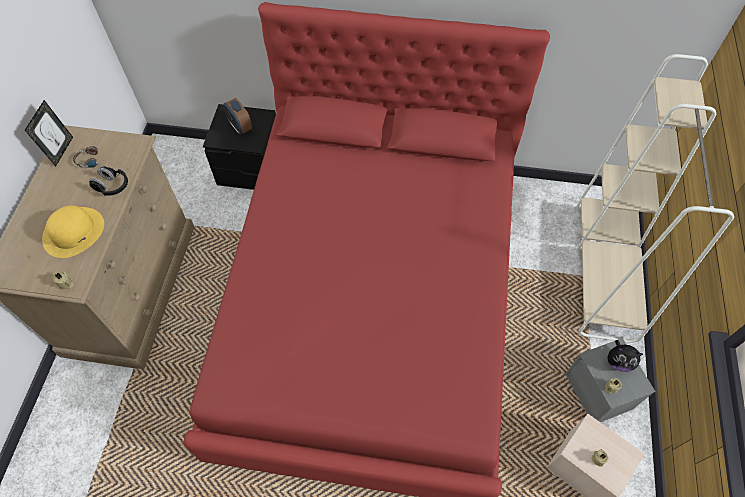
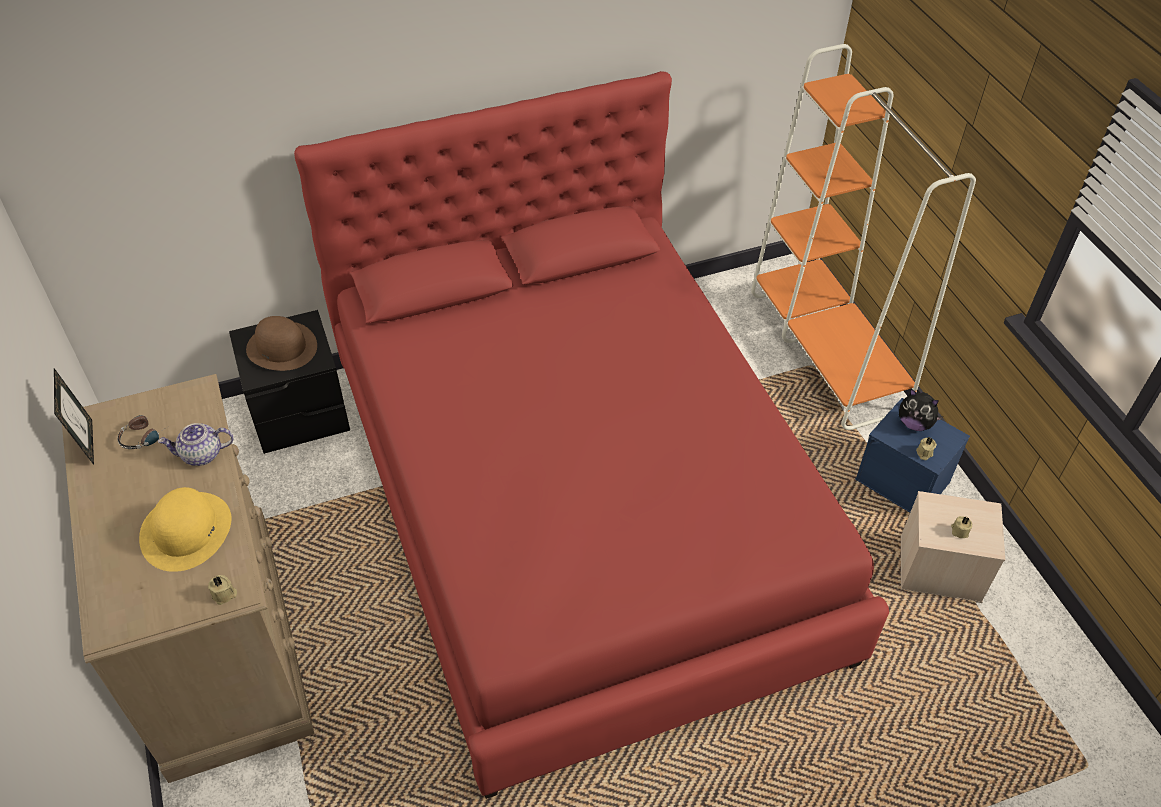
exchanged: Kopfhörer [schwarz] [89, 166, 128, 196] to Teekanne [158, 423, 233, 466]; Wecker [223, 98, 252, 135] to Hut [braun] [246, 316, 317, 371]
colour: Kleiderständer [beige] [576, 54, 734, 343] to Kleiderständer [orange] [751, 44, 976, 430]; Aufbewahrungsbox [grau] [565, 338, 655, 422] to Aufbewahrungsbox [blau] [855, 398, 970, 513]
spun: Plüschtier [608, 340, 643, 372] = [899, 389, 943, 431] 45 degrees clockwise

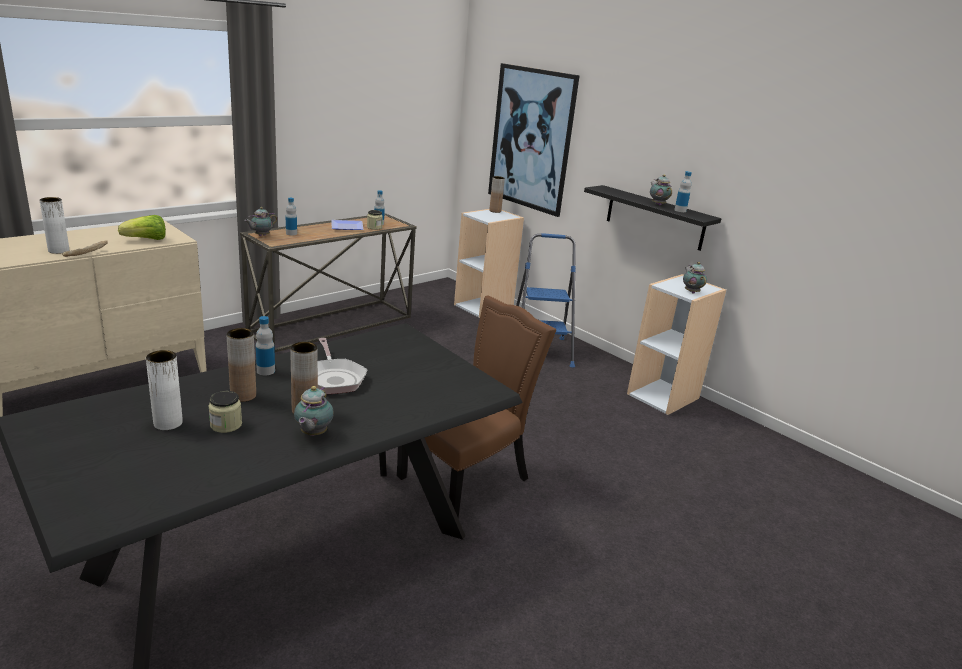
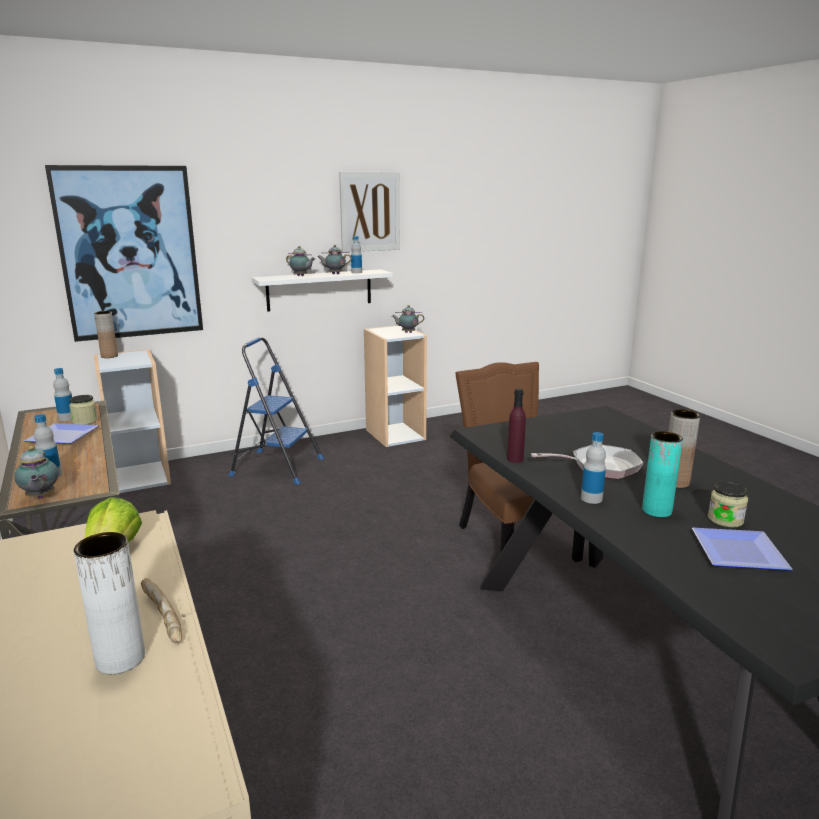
appeared: Bild [339, 172, 400, 252]; Flasche [lila] [507, 388, 526, 463]
relocated: Teekanne [294, 386, 334, 436] to [286, 246, 315, 276]
exchanged: Vase [weiß] [146, 350, 183, 430] to Teller [692, 528, 793, 571]
colour: Wandregal [schwarz] [584, 185, 721, 251] to Wandregal [weiß] [252, 269, 393, 312]; Vase [braun] [226, 328, 256, 402] to Vase [türkis] [642, 431, 683, 517]

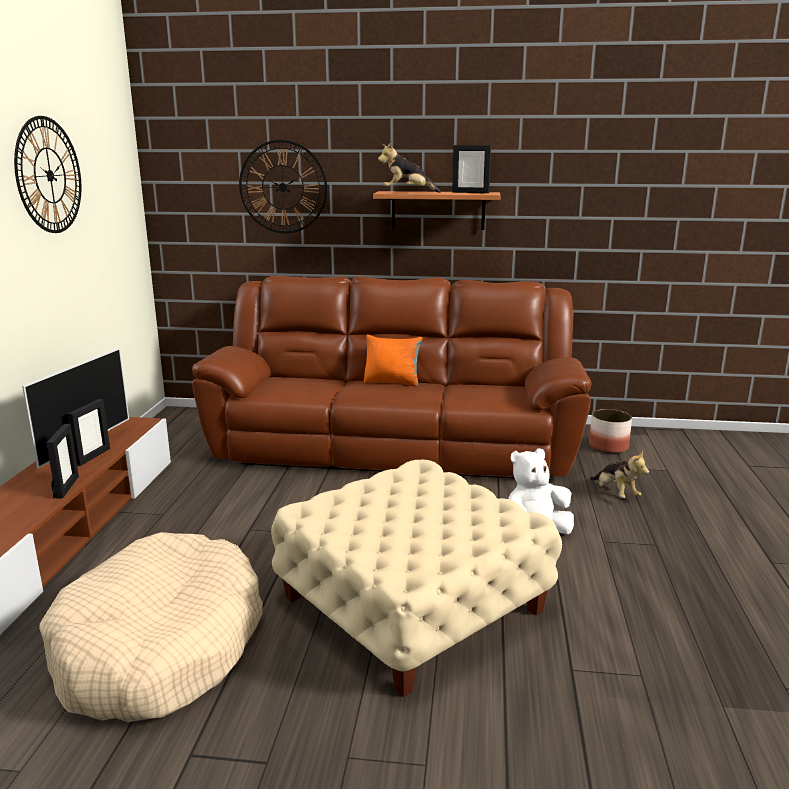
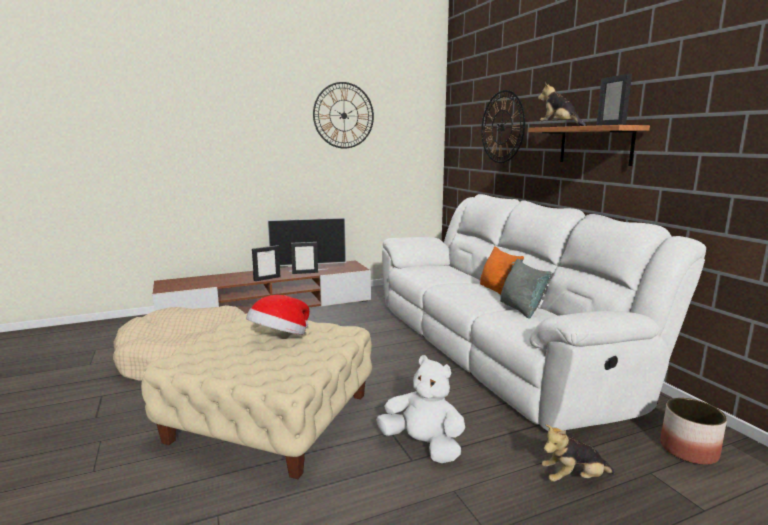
appeared: Hut [246, 295, 309, 335]; Kissen [grau] [500, 258, 551, 319]
colour: Sofa [braun] [192, 276, 592, 478] to Sofa [weiß] [382, 194, 706, 431]
spun: Plüschtier [590, 451, 649, 498] = [542, 424, 615, 482] 45 degrees clockwise

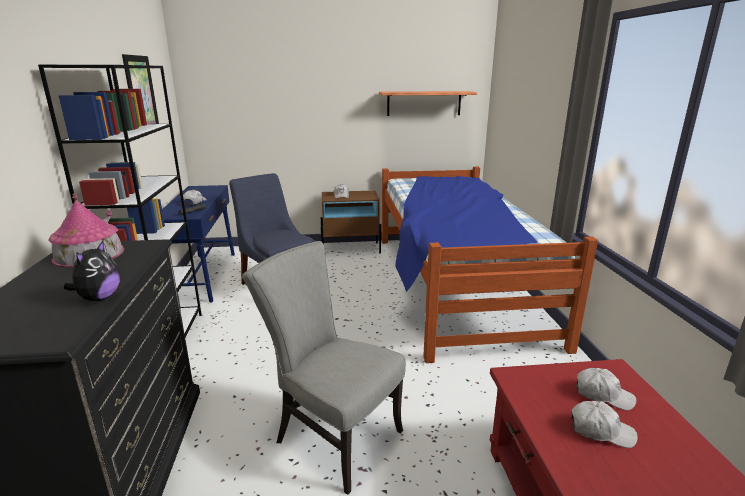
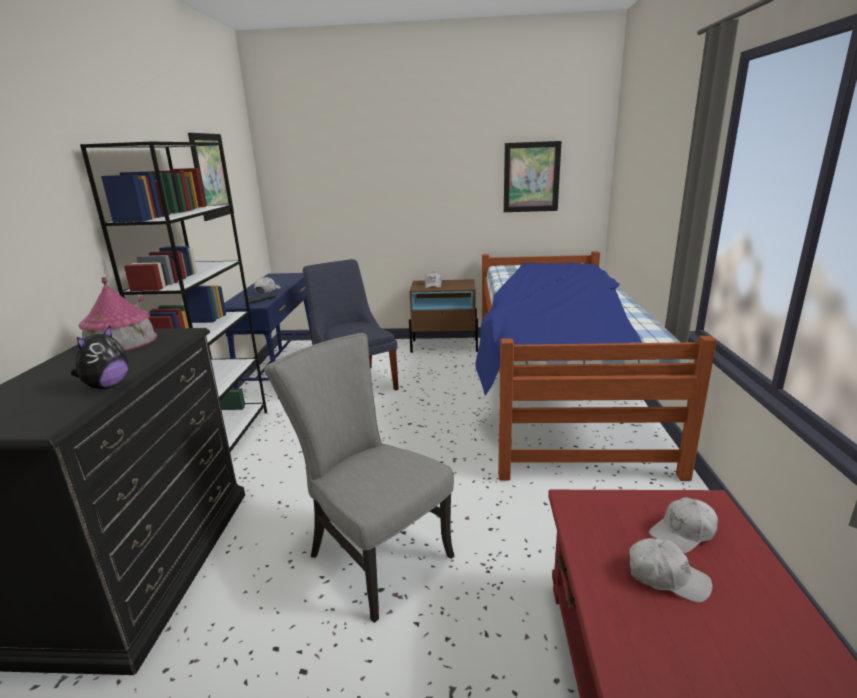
exchanged: Wandregal [379, 91, 477, 116] to Bild [504, 141, 561, 212]
spun: Kappe [weiß] [576, 368, 637, 410] = [649, 497, 718, 554] 120 degrees clockwise

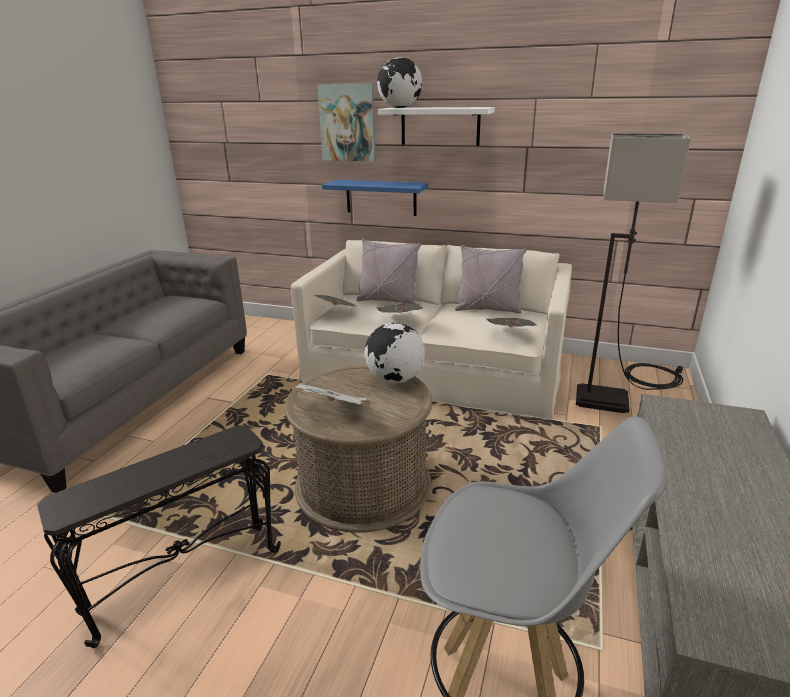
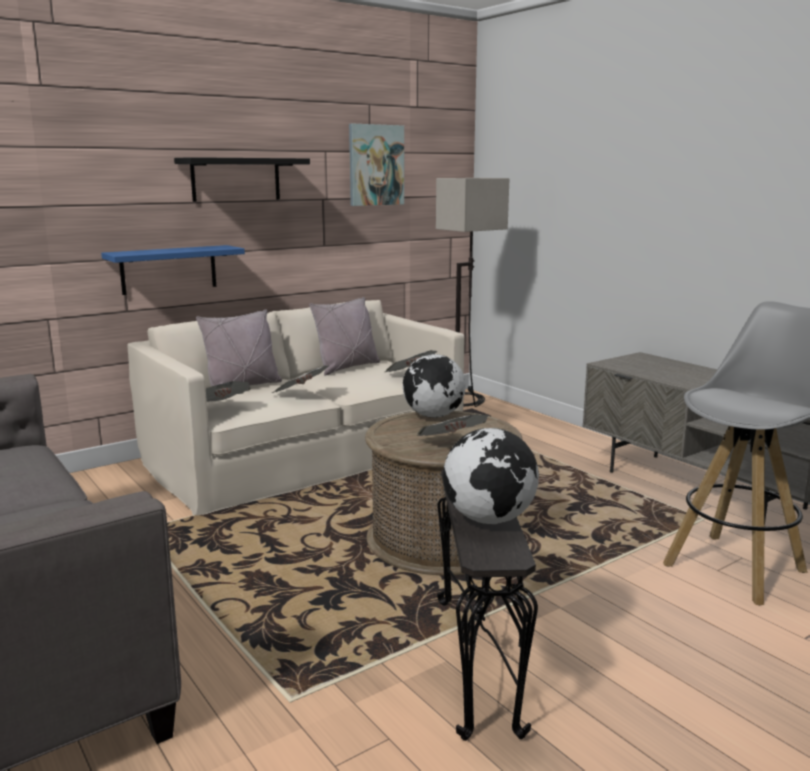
relocated: Bild [317, 84, 376, 162] to [349, 123, 404, 206]; Globus [377, 57, 422, 108] to [443, 428, 539, 524]
colour: Wandregal [weiß] [378, 107, 495, 146] to Wandregal [schwarz] [174, 157, 310, 202]

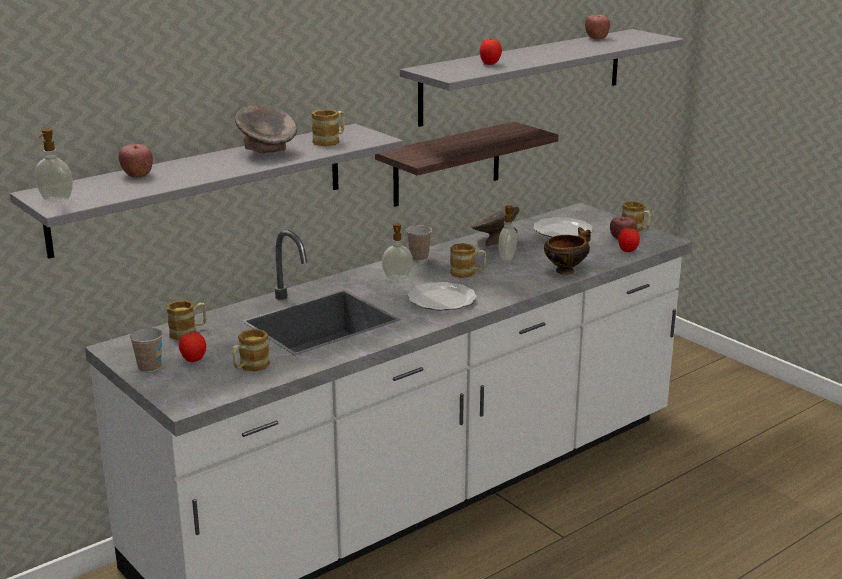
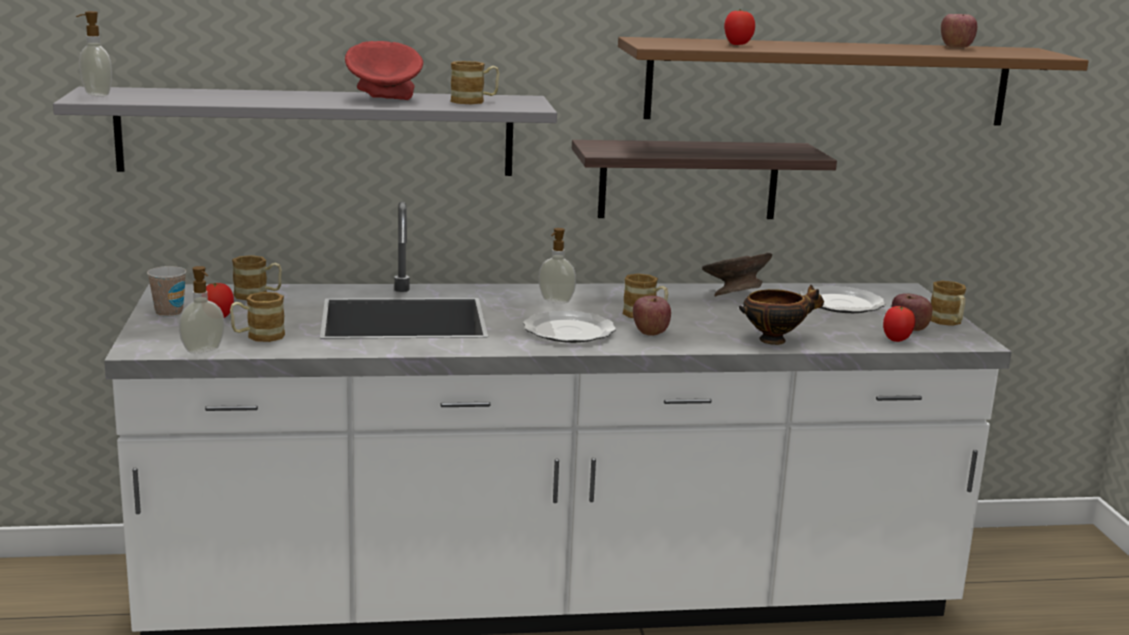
missing: Tasse [406, 225, 432, 261]
relocated: Seifenspender [499, 205, 519, 261] to [179, 266, 225, 354]; Apfel [118, 144, 153, 178] to [633, 296, 671, 336]
colour: Schüssel [grau] [235, 105, 297, 154] to Schüssel [rot] [345, 41, 423, 100]; Wandregal [grau] [400, 29, 684, 127] to Wandregal [braun] [618, 37, 1089, 125]

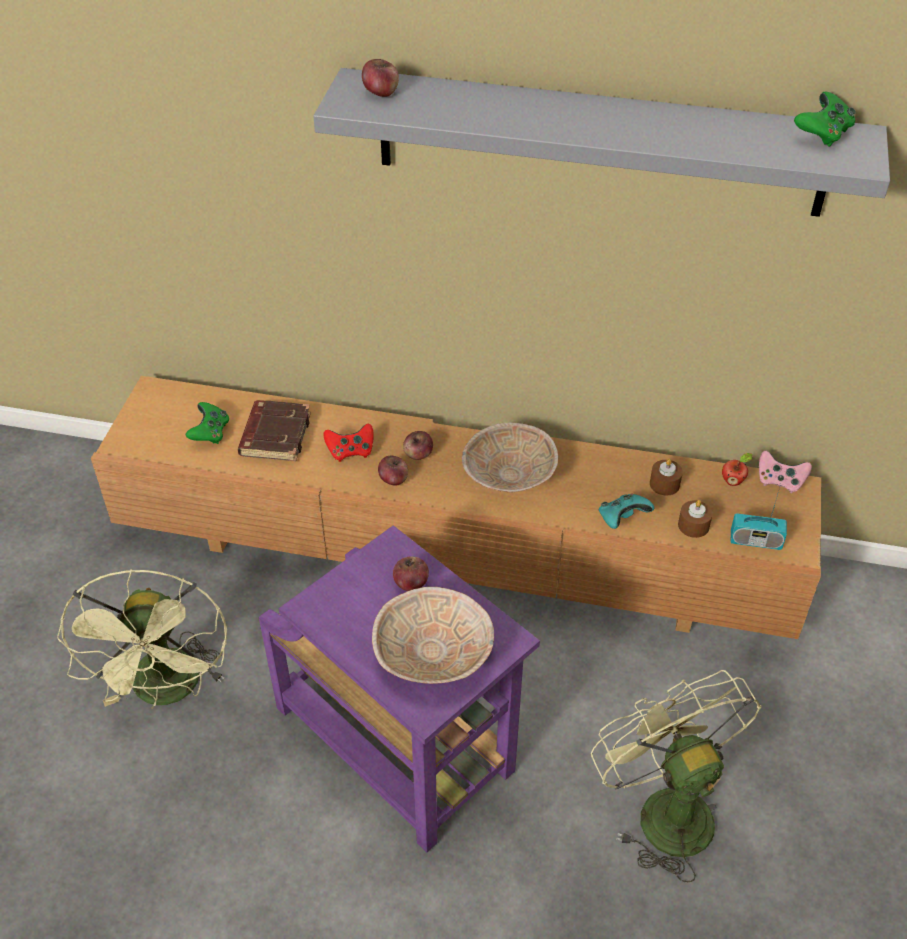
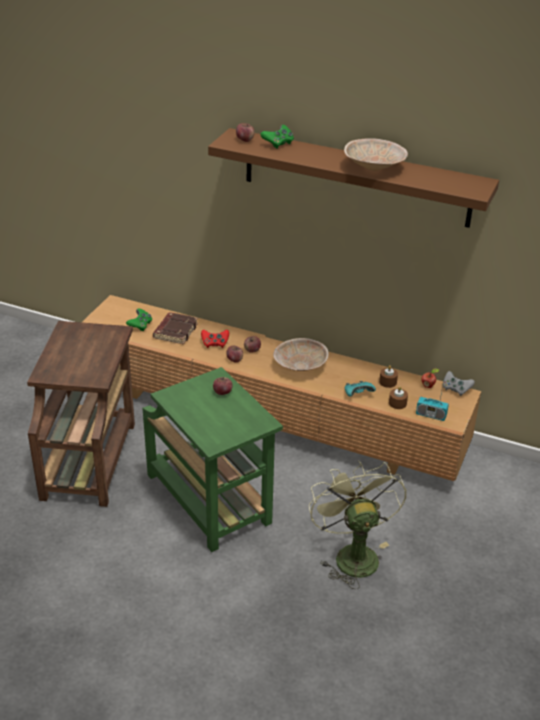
relocated: Gamepad [grün] [794, 92, 856, 147] to [260, 125, 294, 149]; Schüssel [beige] [372, 587, 494, 684] to [344, 138, 408, 171]
exchanged: Ventilator [grün] [57, 569, 227, 709] to Beistelltisch [braun] [27, 321, 135, 507]
colour: Beistelltisch [lila] [259, 525, 540, 852] to Beistelltisch [grün] [143, 367, 283, 552]; Wandregal [grau] [313, 68, 890, 217] to Wandregal [braun] [208, 128, 499, 228]; Gamepad [rosa] [759, 451, 812, 494] to Gamepad [grau] [443, 371, 475, 396]

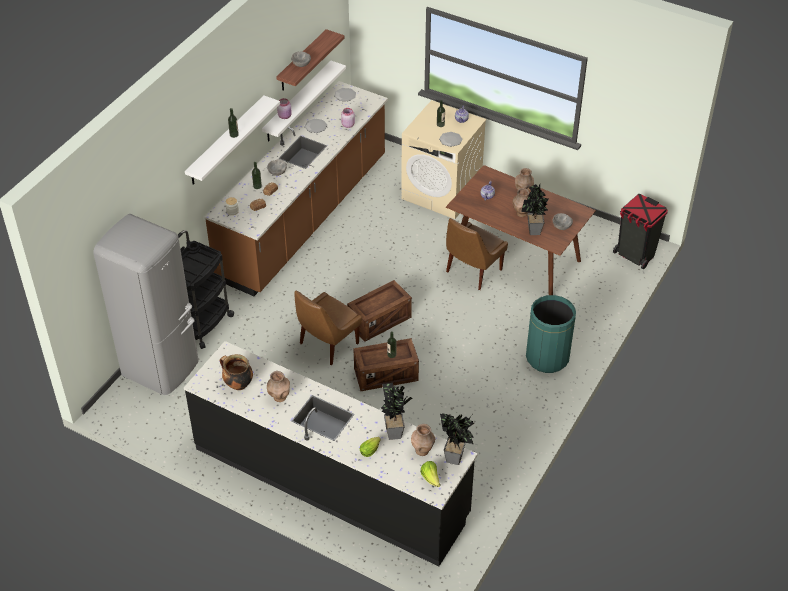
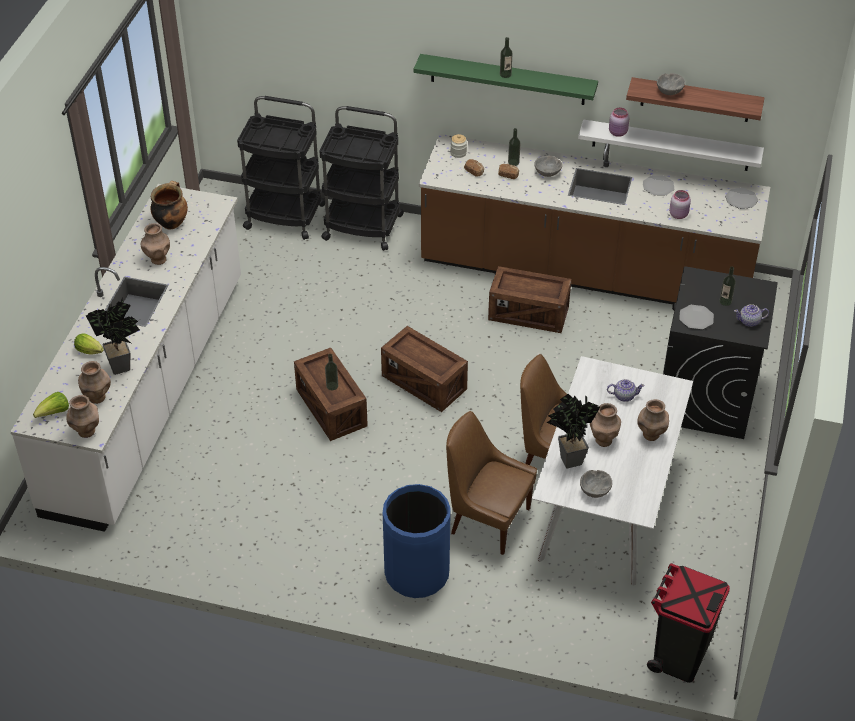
appeared: Kiste [488, 266, 571, 333]
relocated: Stuhl [braun] [294, 290, 362, 365] to [446, 411, 537, 555]
exchanged: Topfpflanze [440, 413, 474, 465] to Vase [braun] [66, 395, 99, 438]; Kühlschrank [grau] [93, 214, 199, 395] to Rollwagen [schwarz] [237, 96, 325, 240]
colour: Küchenzeile [schwarz] [184, 341, 478, 567] to Küchenzeile [weiß] [10, 184, 241, 532]; Mülleimer [grün] [526, 295, 576, 373] to Mülleimer [blau] [383, 484, 451, 598]; Wandregal [weiß] [185, 95, 280, 185] to Wandregal [grün] [414, 54, 598, 105]; Esstisch [braun] [446, 165, 596, 295] to Esstisch [weiß] [532, 356, 693, 585]; Waschmaschine [beige] [401, 100, 486, 219] to Waschmaschine [schwarz] [663, 266, 778, 439]

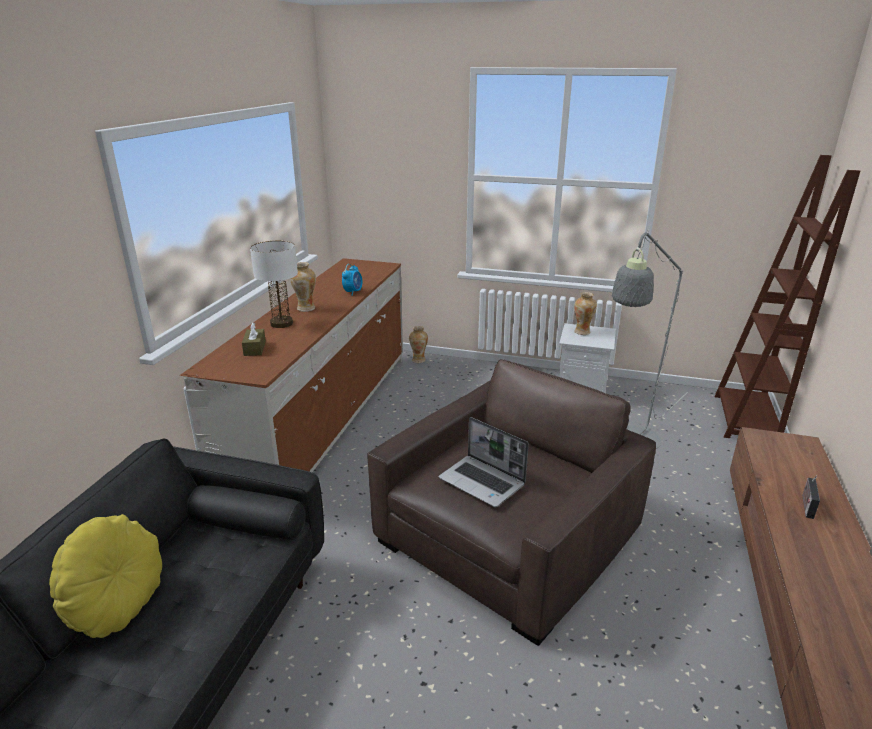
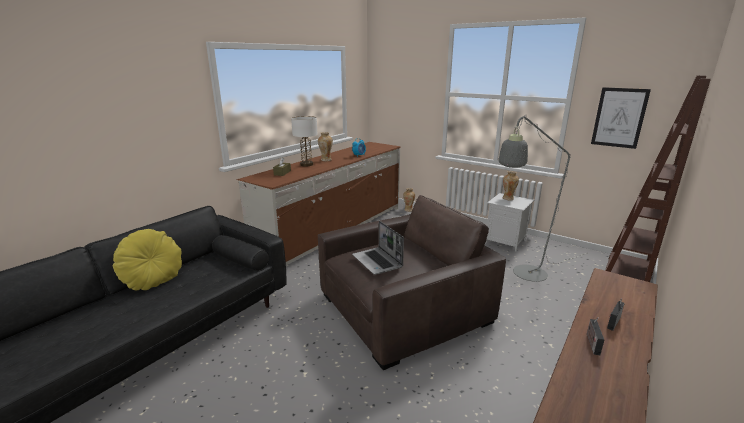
appeared: Radio [587, 317, 604, 355]; Bild [591, 87, 651, 149]

